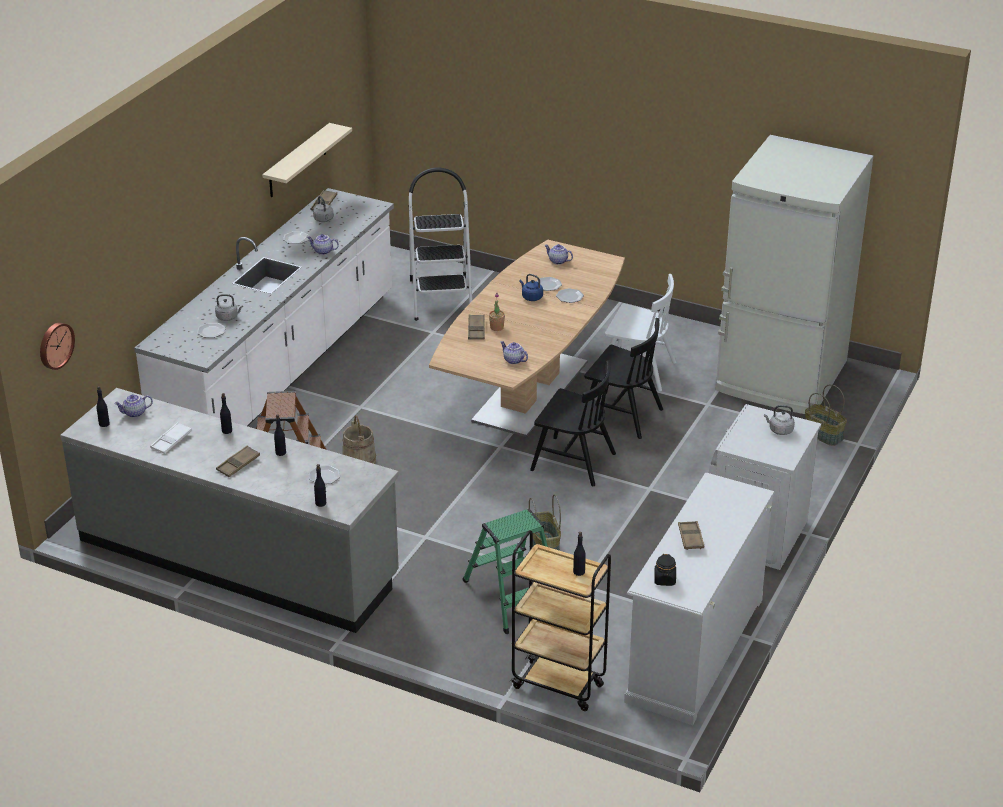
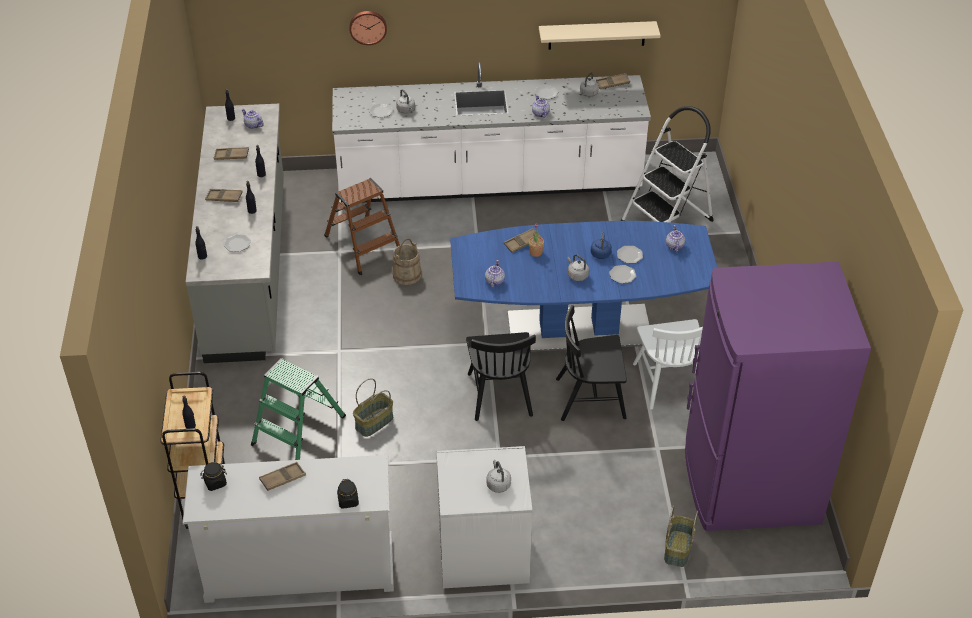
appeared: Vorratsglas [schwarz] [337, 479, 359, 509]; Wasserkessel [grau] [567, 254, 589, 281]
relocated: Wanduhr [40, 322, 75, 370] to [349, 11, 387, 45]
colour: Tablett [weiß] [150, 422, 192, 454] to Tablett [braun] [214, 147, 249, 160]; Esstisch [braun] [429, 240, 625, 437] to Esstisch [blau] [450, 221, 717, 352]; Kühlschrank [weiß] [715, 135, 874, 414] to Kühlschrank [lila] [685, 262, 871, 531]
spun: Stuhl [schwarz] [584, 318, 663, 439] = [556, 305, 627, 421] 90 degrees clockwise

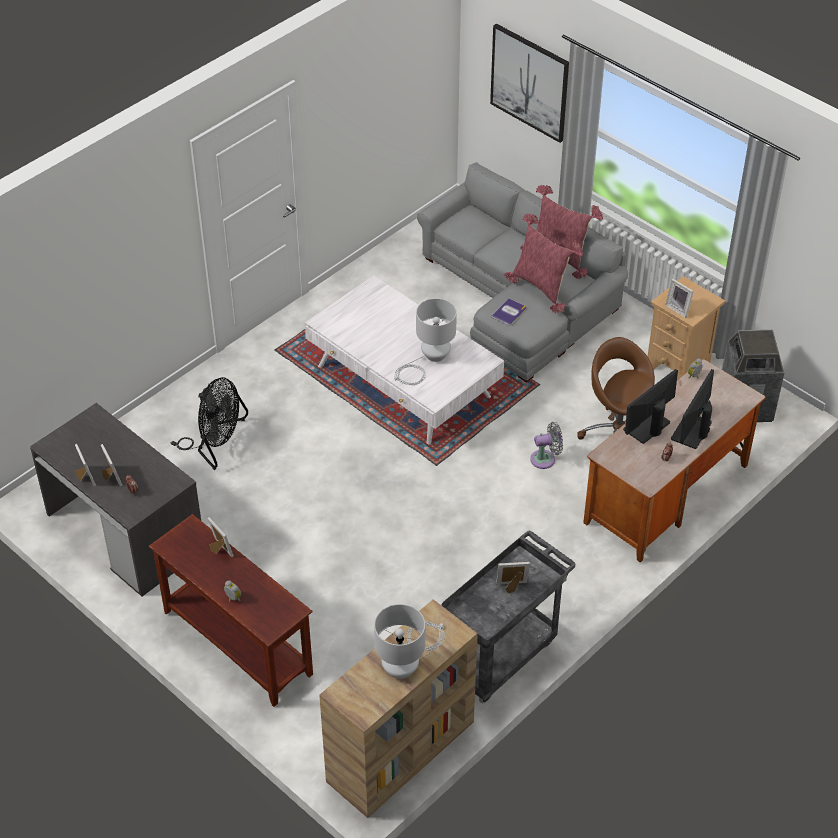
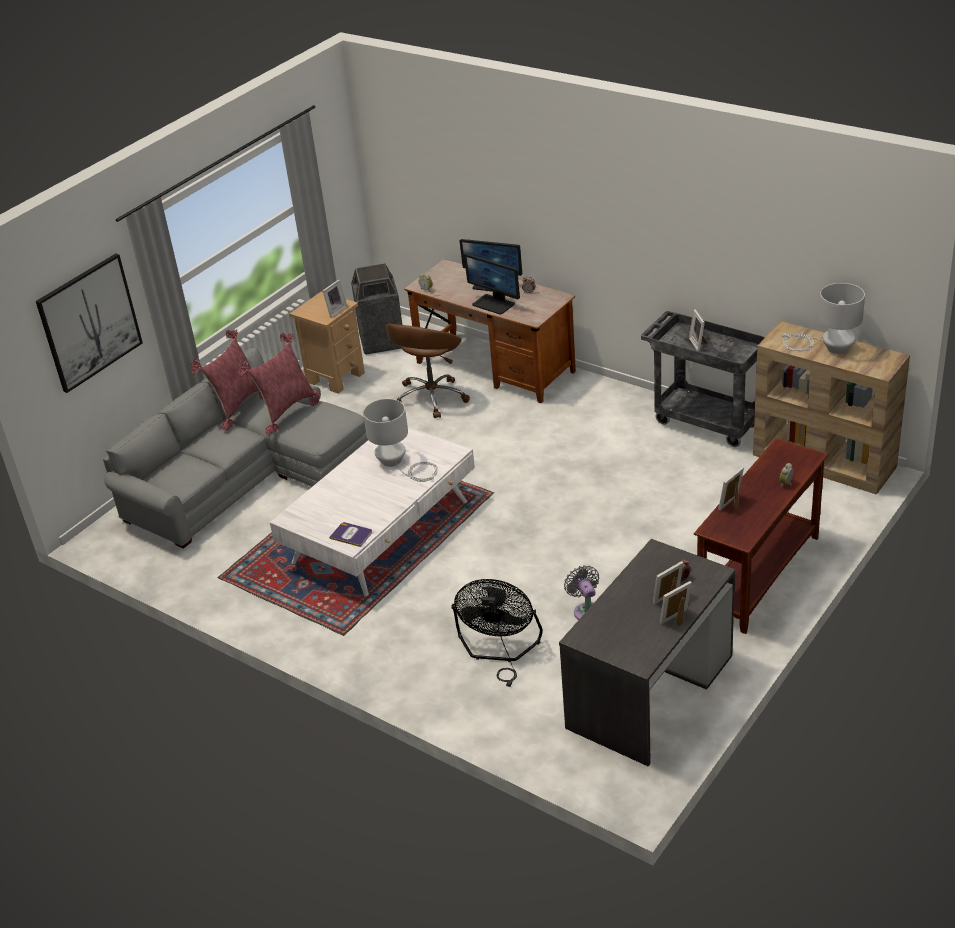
relocated: Buch [491, 298, 527, 325] to [329, 522, 372, 547]; Ventilator [grau] [530, 422, 563, 469] to [564, 565, 599, 620]

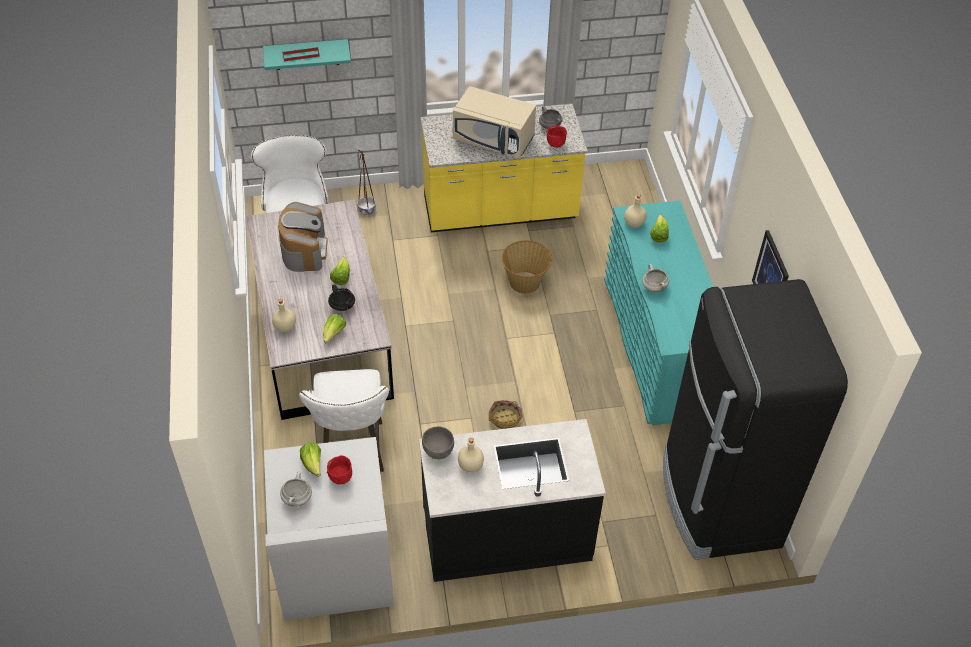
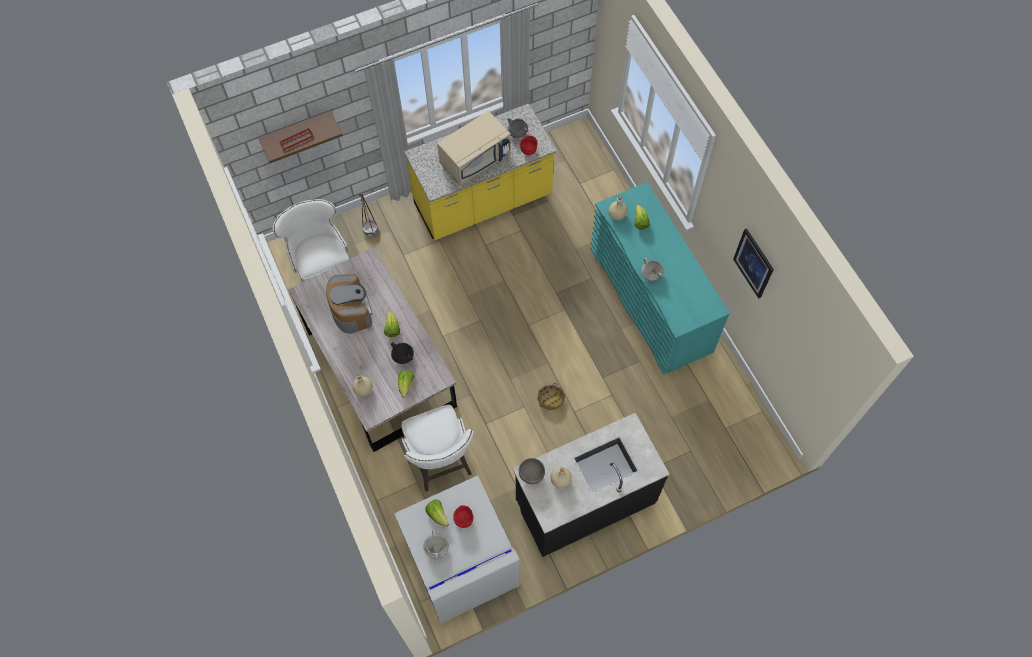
missing: Korb [502, 240, 552, 294]; Kühlschrank [schwarz] [663, 279, 848, 560]
colour: Wandregal [türkis] [263, 39, 351, 70] to Wandregal [braun] [259, 111, 343, 163]
spun: Mikrowelle [beige] [453, 86, 536, 158] = [437, 111, 511, 186] 45 degrees counterclockwise

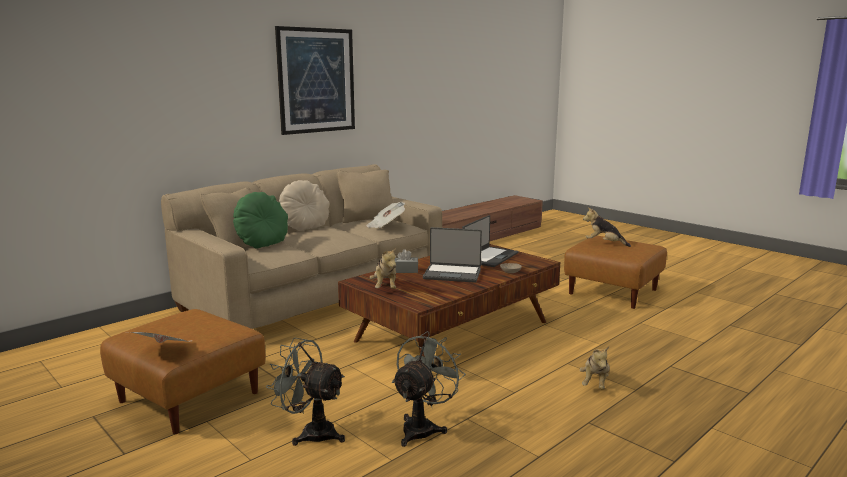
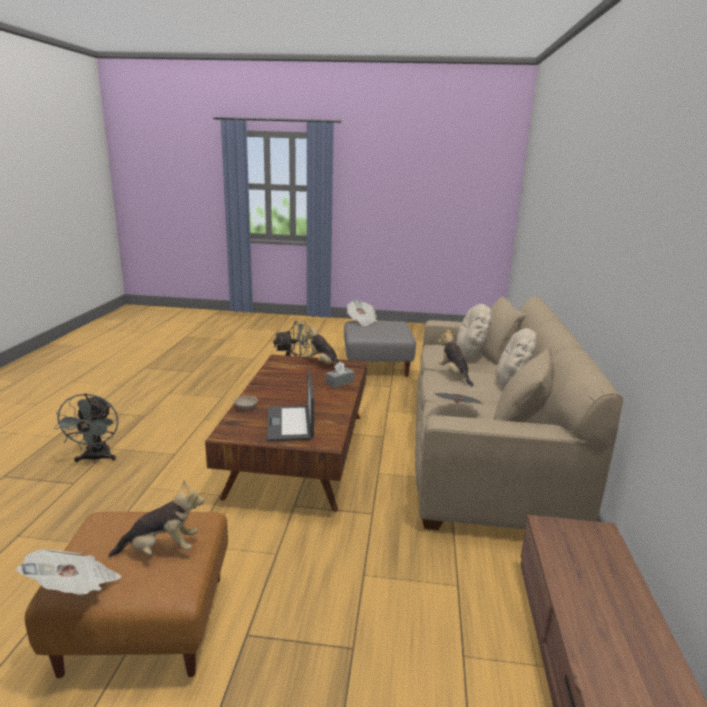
missing: Bild [275, 26, 355, 135]; Laptop [423, 227, 482, 283]
appeared: Zeitung [16, 549, 121, 595]
relocated: Ventilator [grau] [392, 331, 466, 447] to [54, 393, 119, 462]; Plüschtier [580, 346, 610, 390] to [438, 329, 474, 386]
colour: Polsterhocker [braun] [100, 309, 265, 434] to Polsterhocker [grau] [344, 321, 416, 377]; Kissen [grün] [233, 192, 288, 249] to Kissen [beige] [456, 304, 492, 357]

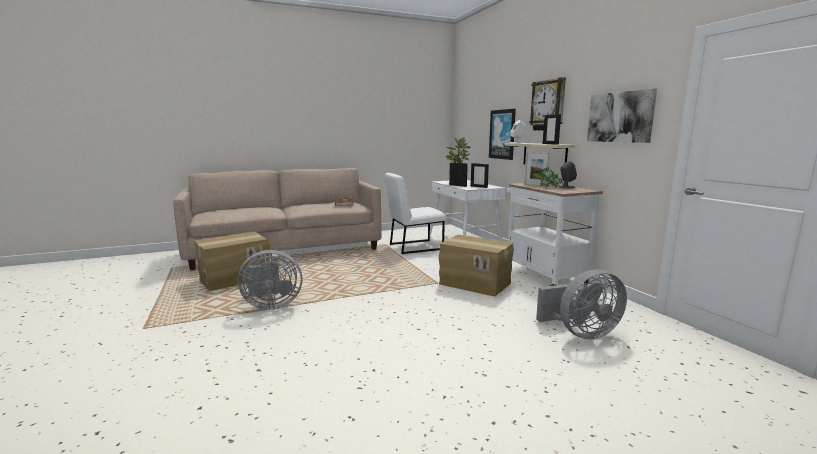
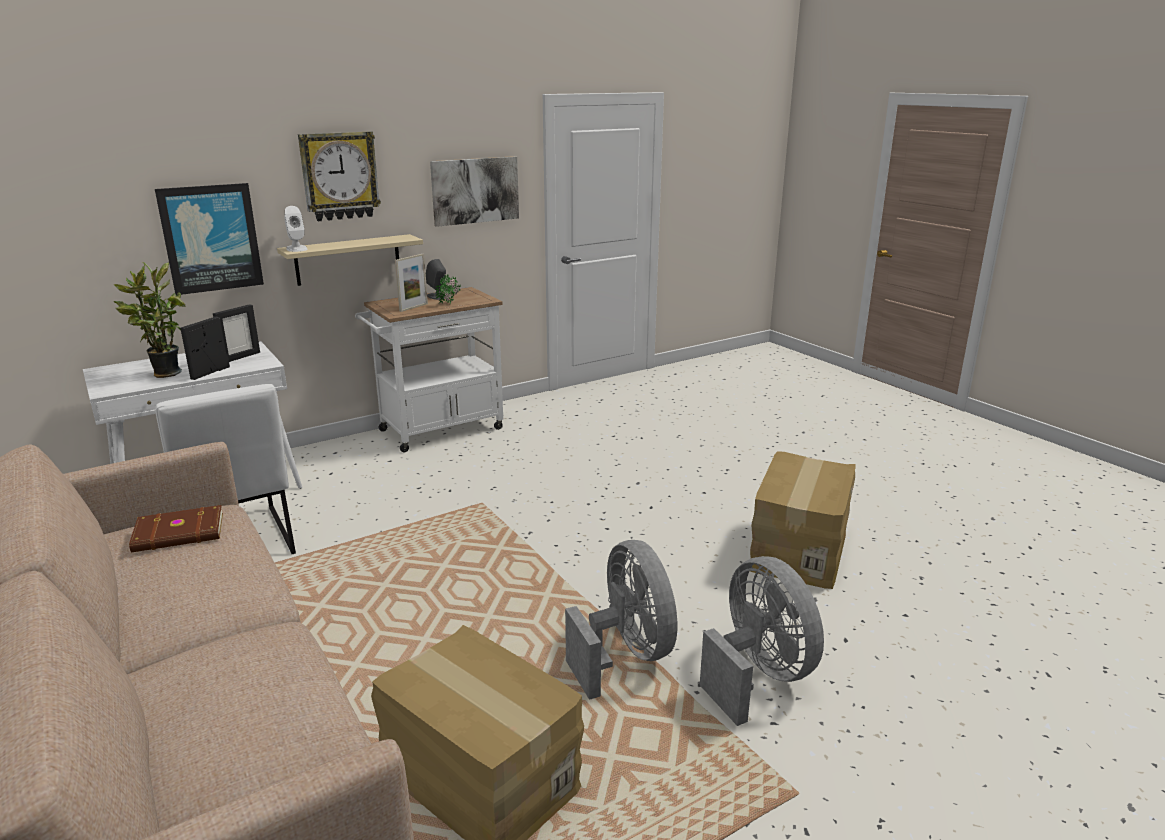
missing: Bilderrahmen [543, 114, 561, 145]
relocated: Ventilator [grau] [536, 270, 627, 340] to [700, 556, 824, 726]; Karton [439, 235, 514, 297] to [750, 451, 855, 589]

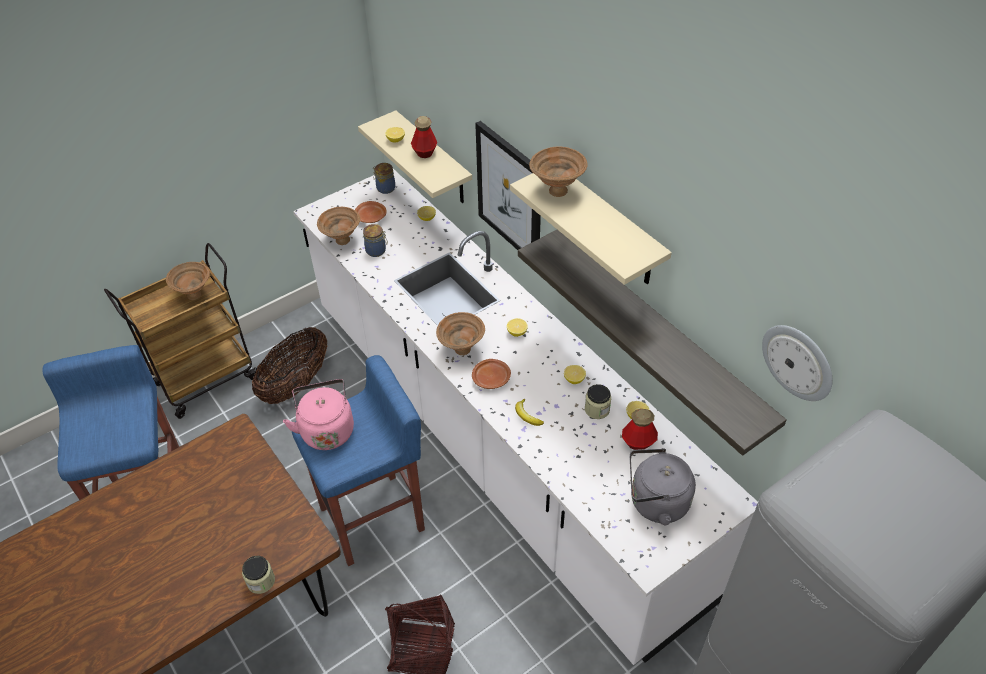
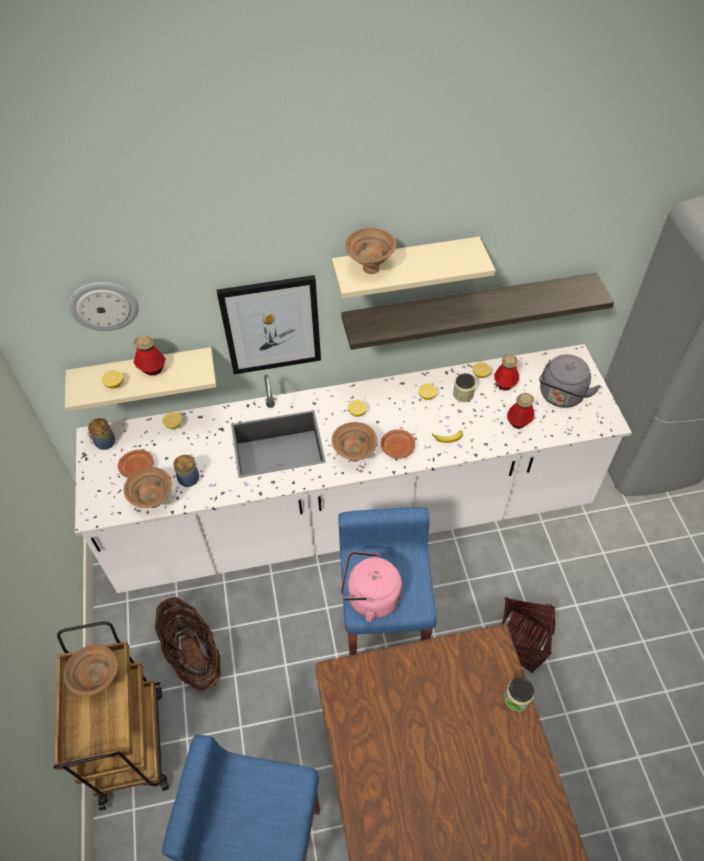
appeared: Flasche [507, 393, 534, 429]
relocated: Wanduhr [762, 325, 833, 401] to [68, 282, 139, 331]

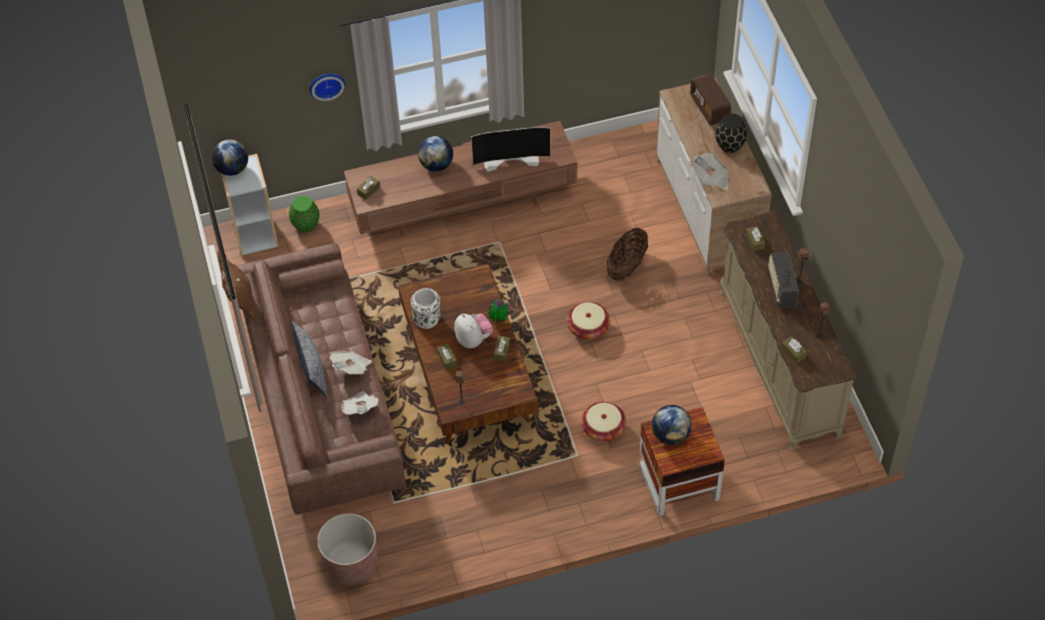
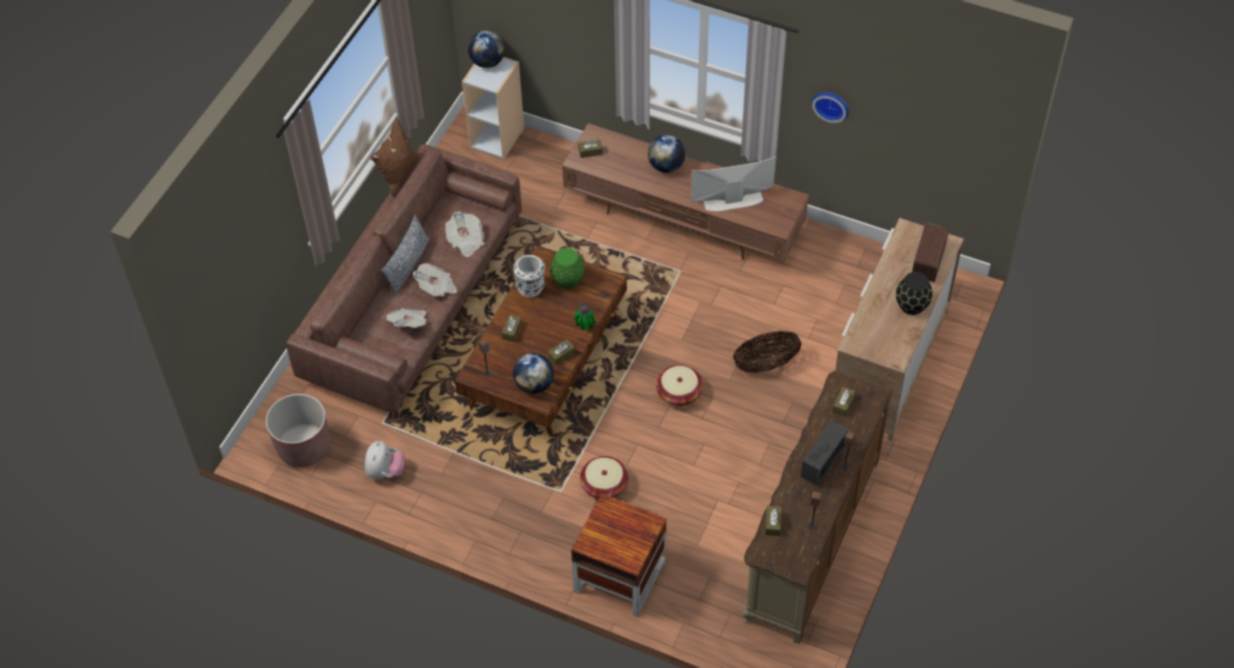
relocated: Plüschtier [454, 314, 493, 348] to [365, 441, 405, 479]; Zeitung [694, 153, 729, 190] to [445, 211, 485, 257]; Globus [652, 405, 692, 445] to [513, 353, 554, 394]; Vase [grün] [289, 196, 319, 232] to [550, 248, 584, 289]; Wanduhr [310, 73, 345, 101] to [812, 92, 849, 123]
spun: Fernseher [471, 127, 551, 172] = [691, 156, 776, 211] 135 degrees clockwise

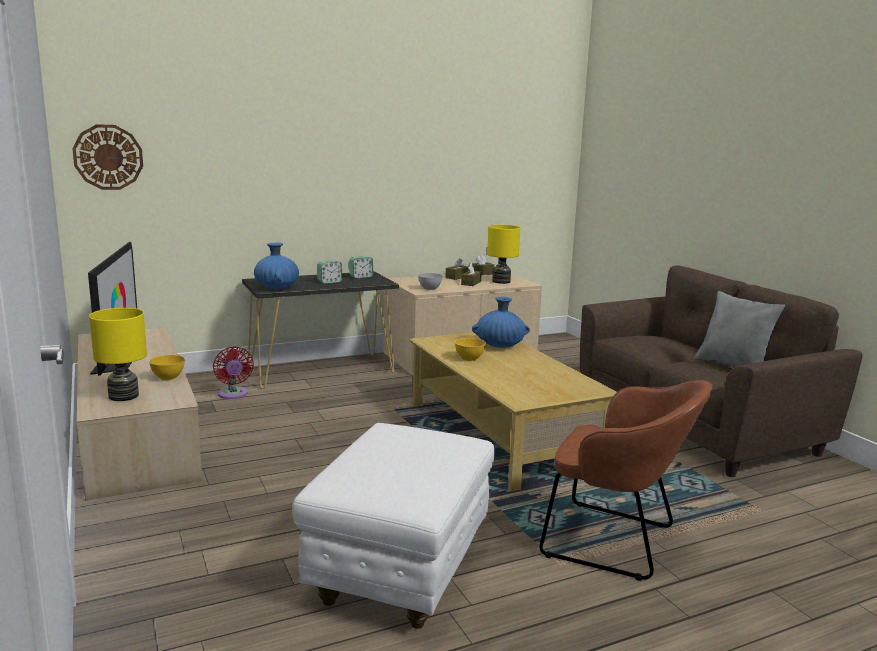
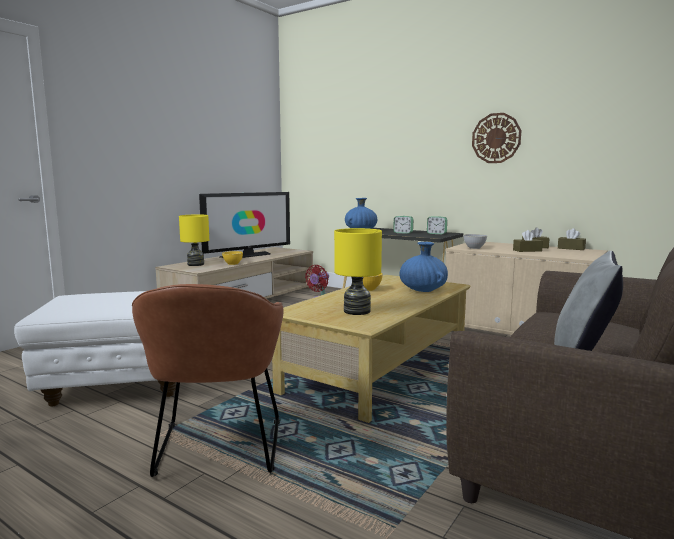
relocated: Tischlampe [gelb] [487, 225, 520, 284] to [334, 228, 382, 315]; Wanduhr [72, 124, 143, 190] to [472, 113, 522, 163]

